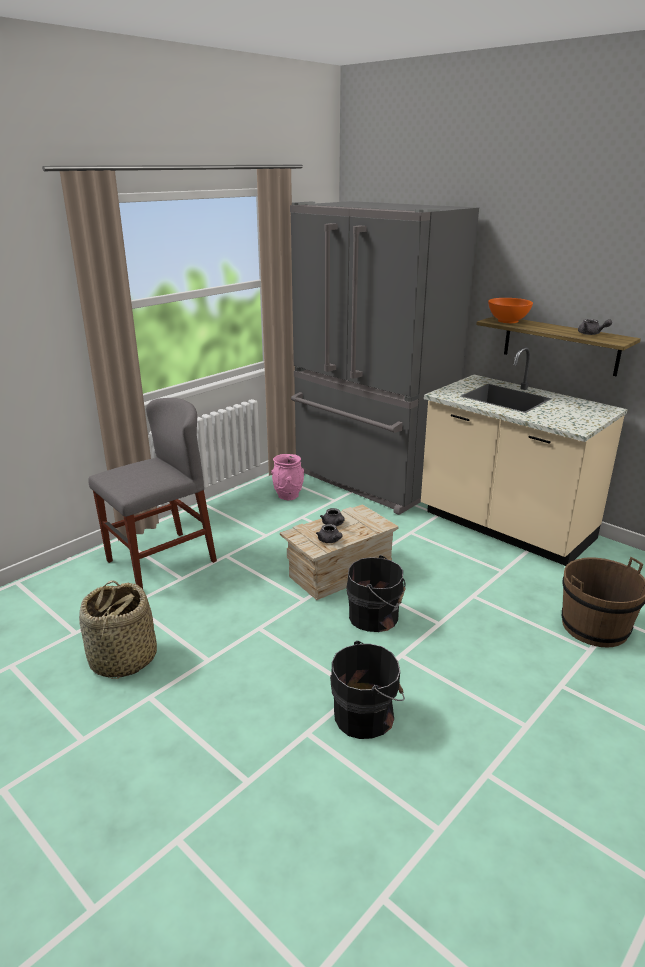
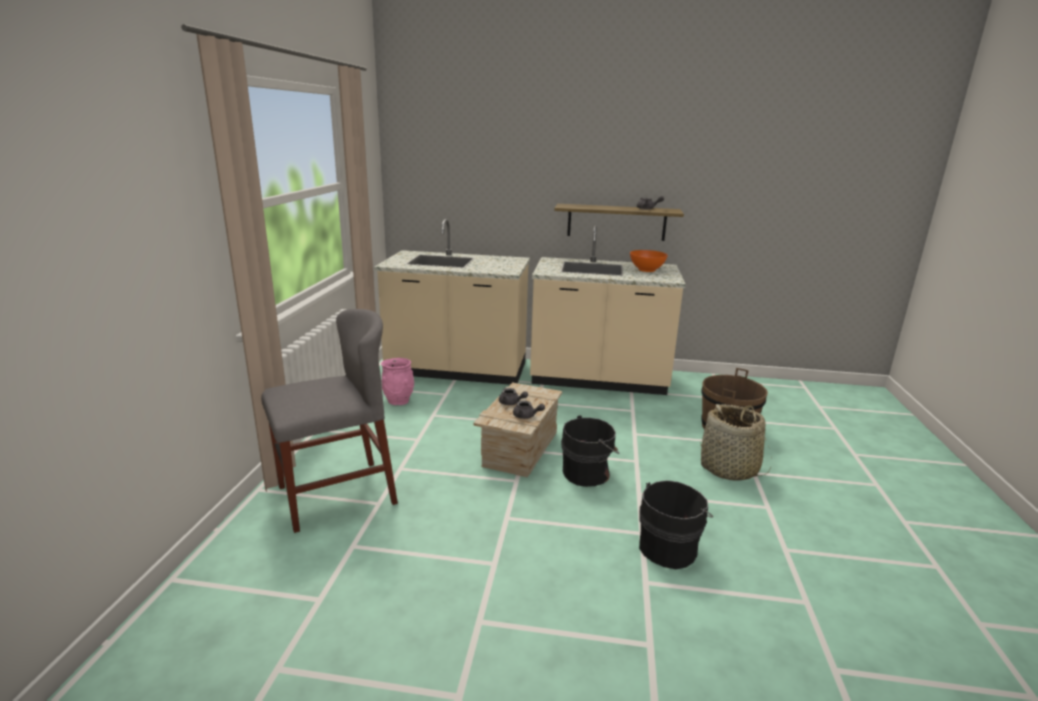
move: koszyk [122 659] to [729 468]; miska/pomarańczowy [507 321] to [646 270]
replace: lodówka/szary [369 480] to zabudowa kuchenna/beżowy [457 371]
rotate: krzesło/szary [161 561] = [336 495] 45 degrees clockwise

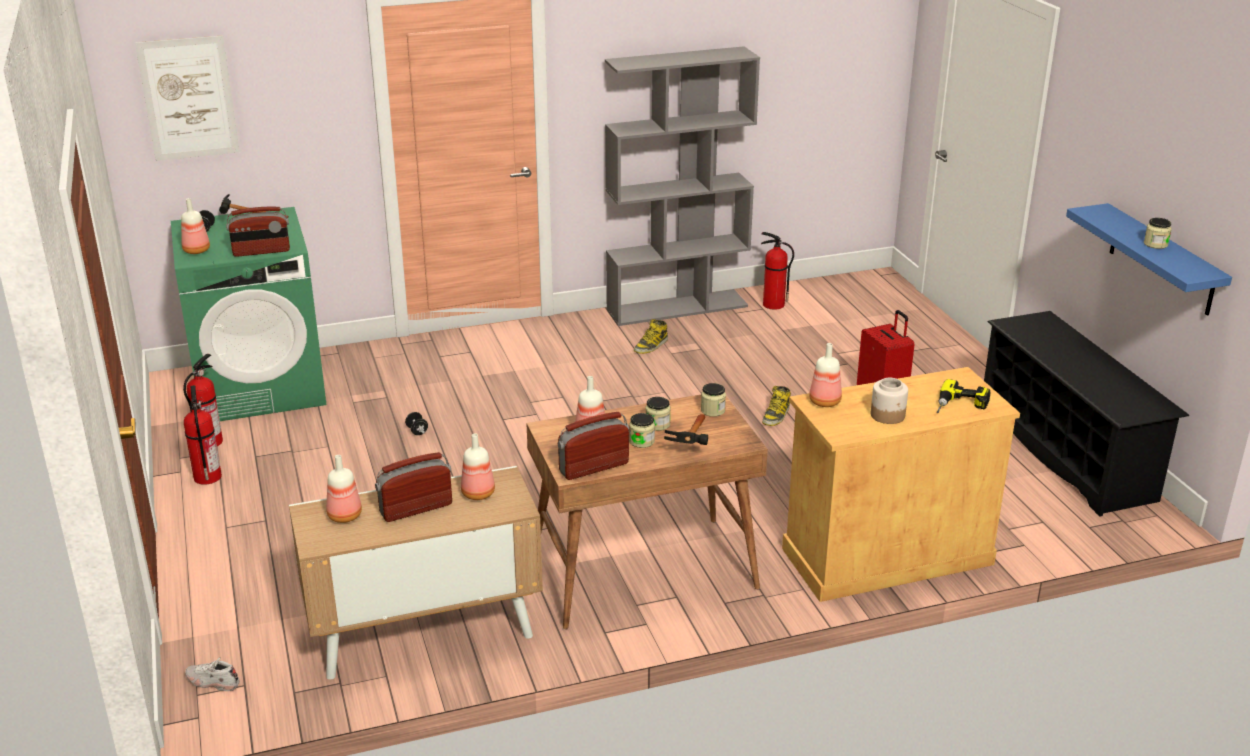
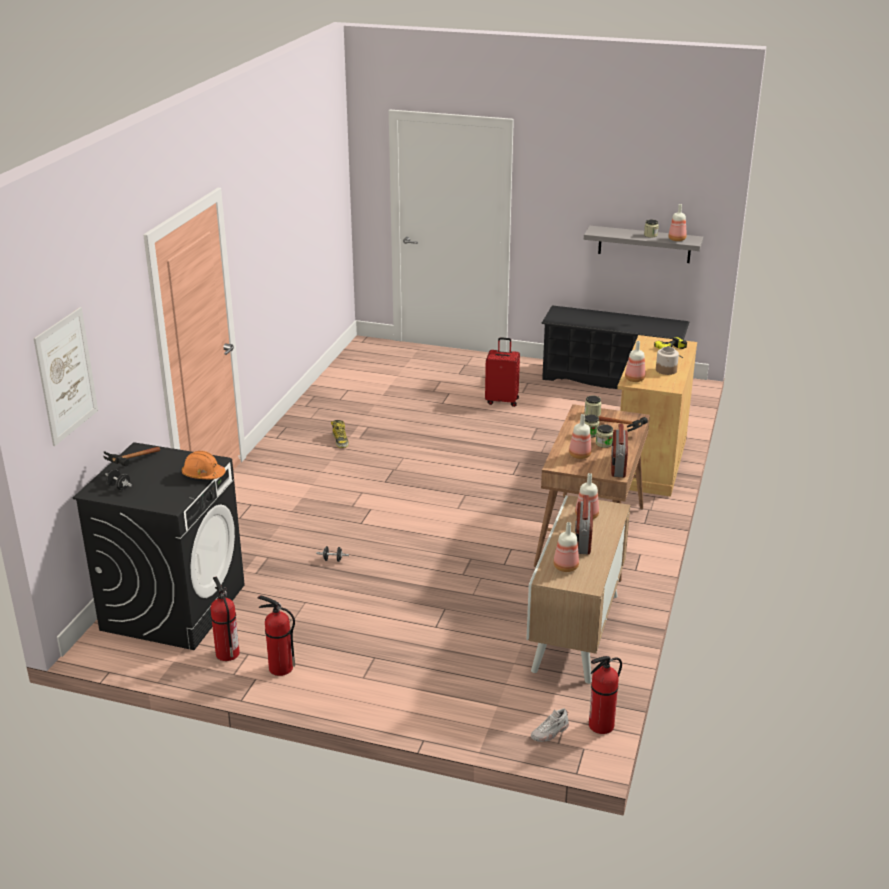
delete: regał/szary [677 307]; but z cholewką [776 415]
move: butelka [197 251] to [677 239]; gaśnica [772 305] to [601 726]
replace: radio [261 251] to kask/pomarańczowy [203 474]
recolor: pralka/zielony [261 387] to pralka/czarny [174 607]; półka/niebieski [1162 260] to półka/szary [644 244]

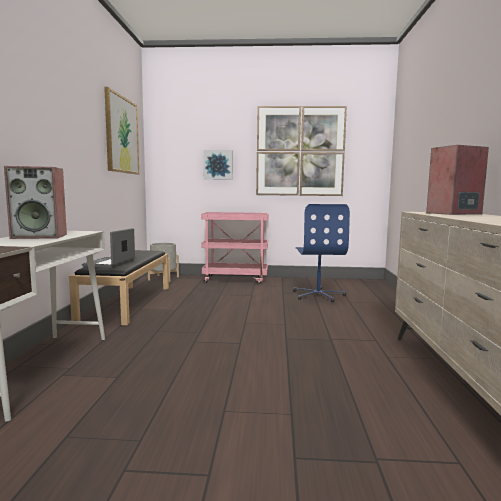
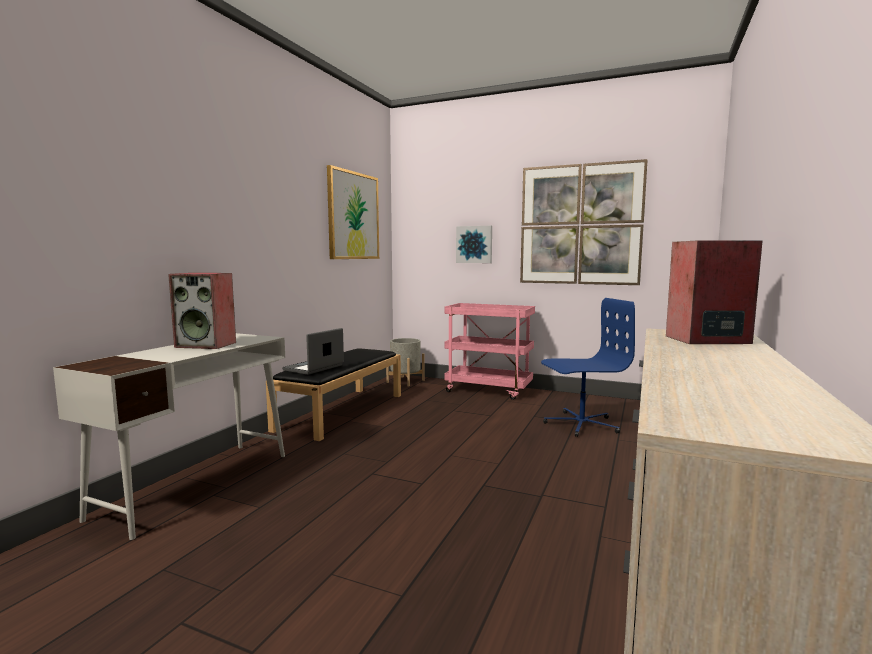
rotate: krzesło biurowe/niebieski [318 295] = [581 424] 120 degrees counterclockwise

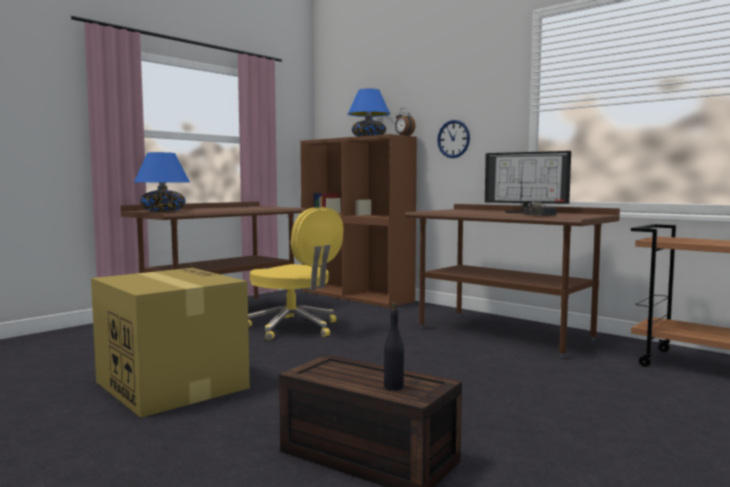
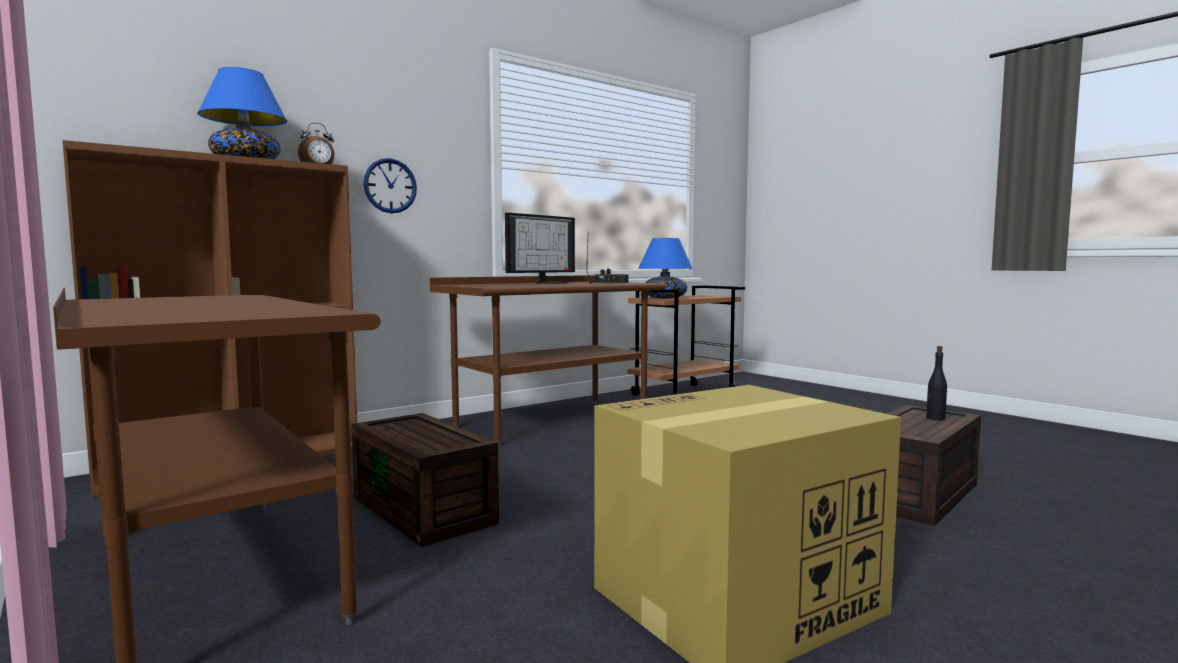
move: lampa stołowa/niebieski [163 211] to [665 298]
replace: krzesło biurowe/żółty [294 328] to pojemnik do przechowywania/brązowy [426 510]

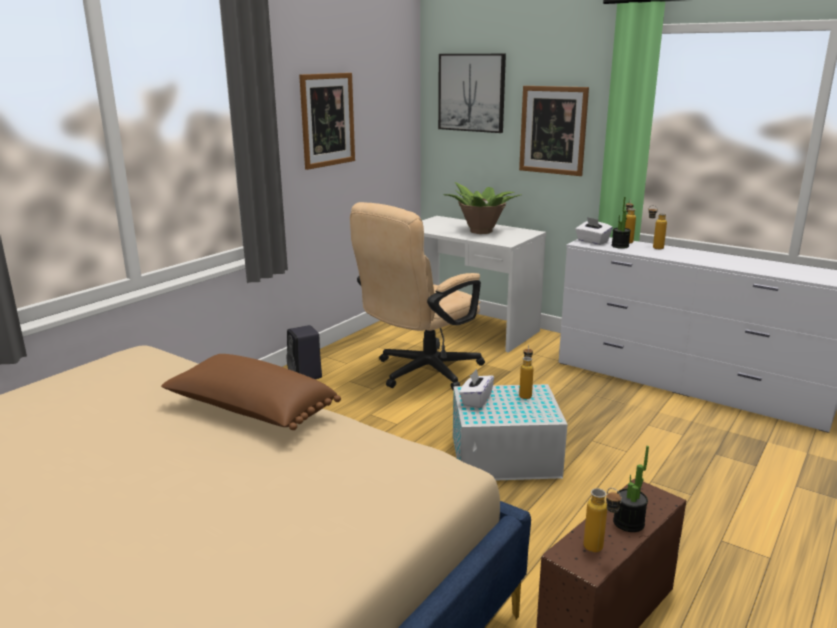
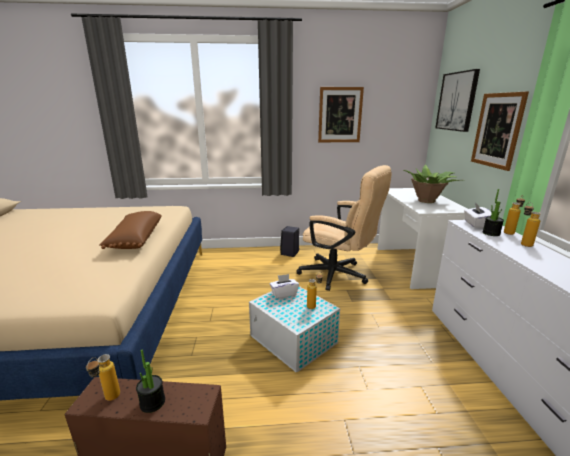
rotate: krzesło biurowe/beżowy [420 373] = [339 276] 150 degrees counterclockwise

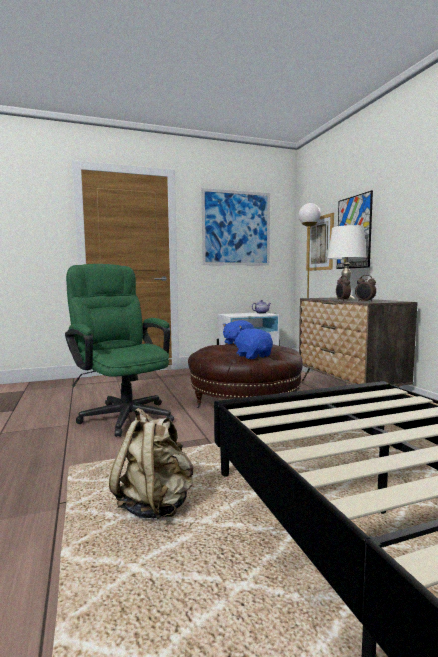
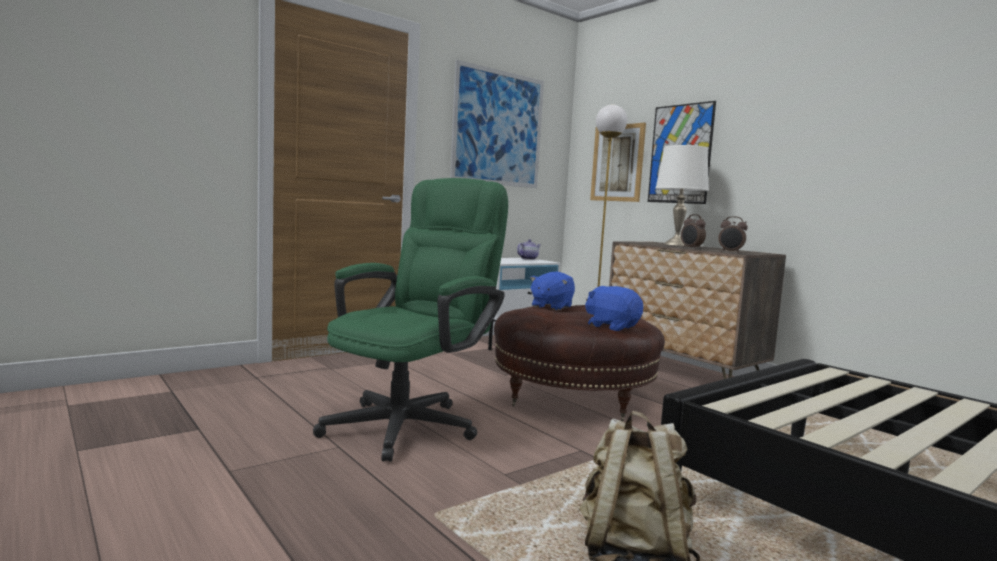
rotate: krzesło biurowe/zielony [123 414] = [411 423] 90 degrees clockwise

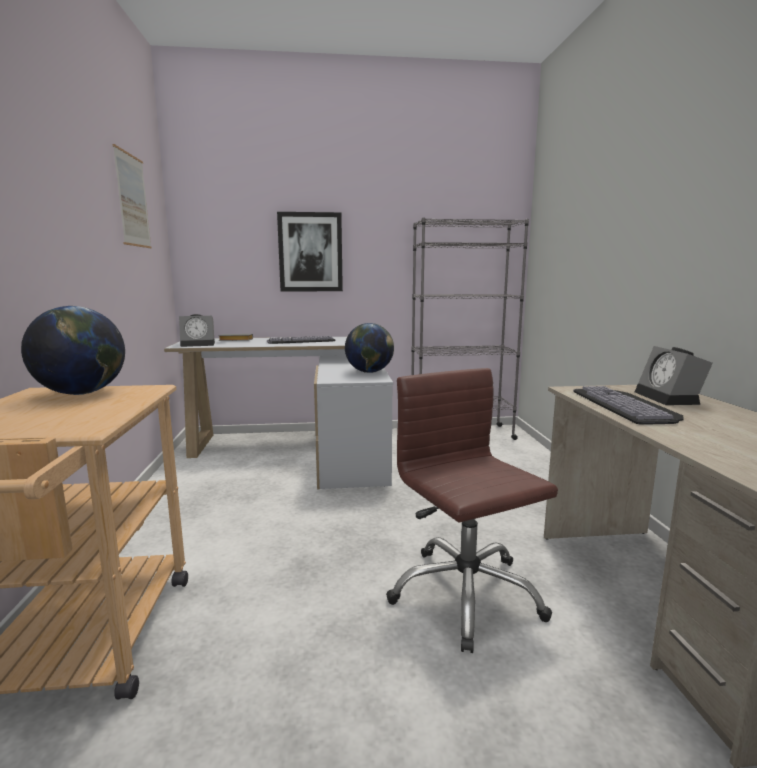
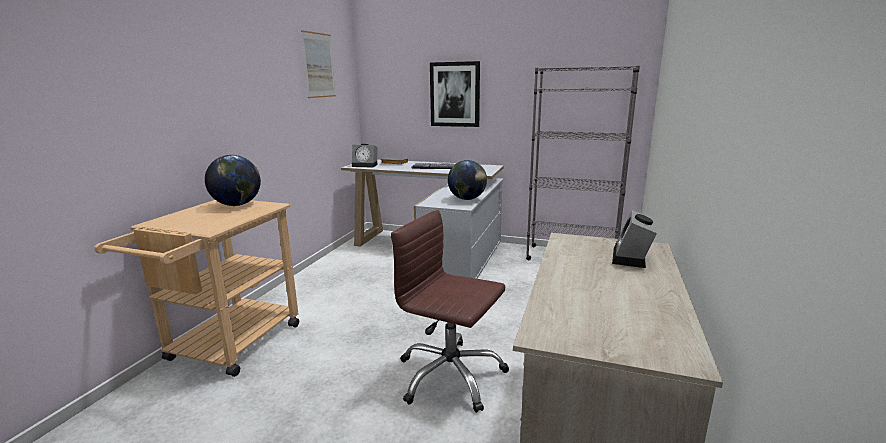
delete: klawiatura [628 406]
rotate: krzesło biurowe/brązowy [465 594] = [450 376] 60 degrees counterclockwise

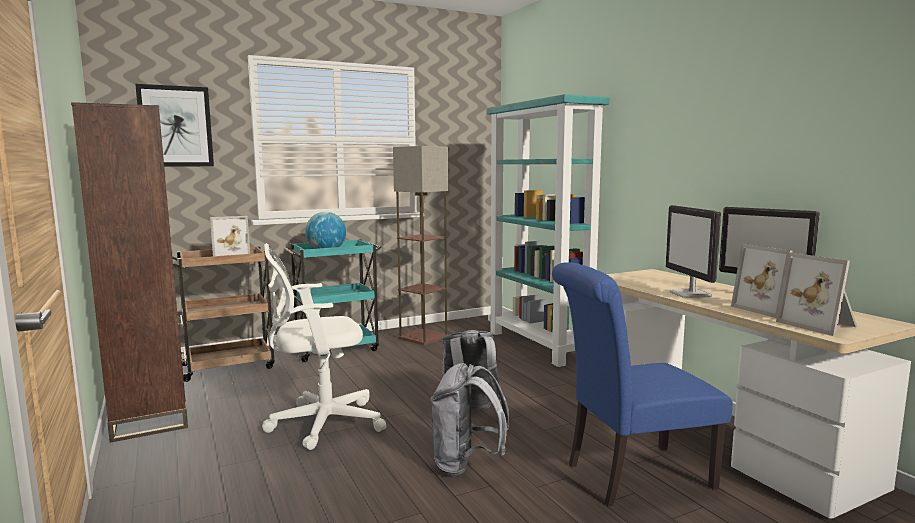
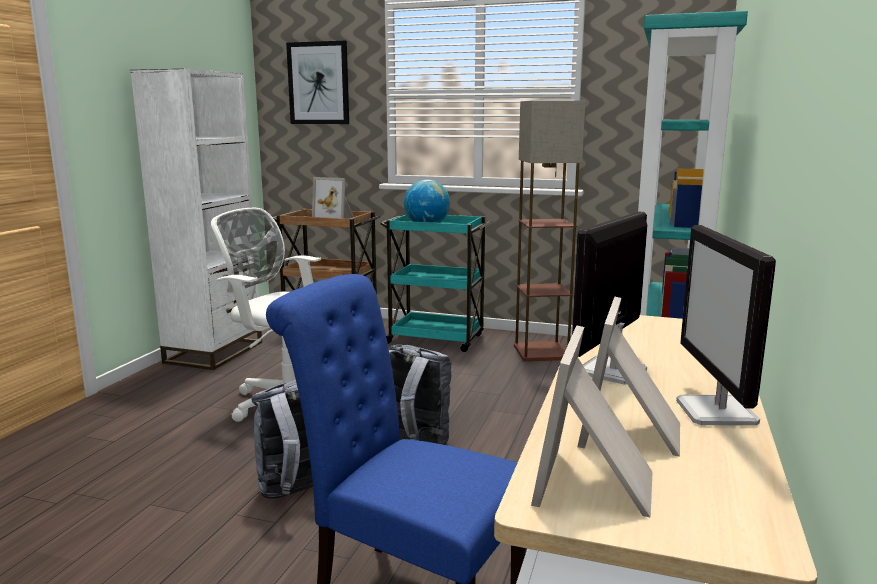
recolor: regał/brązowy [151 415] to regał/biały [214 352]

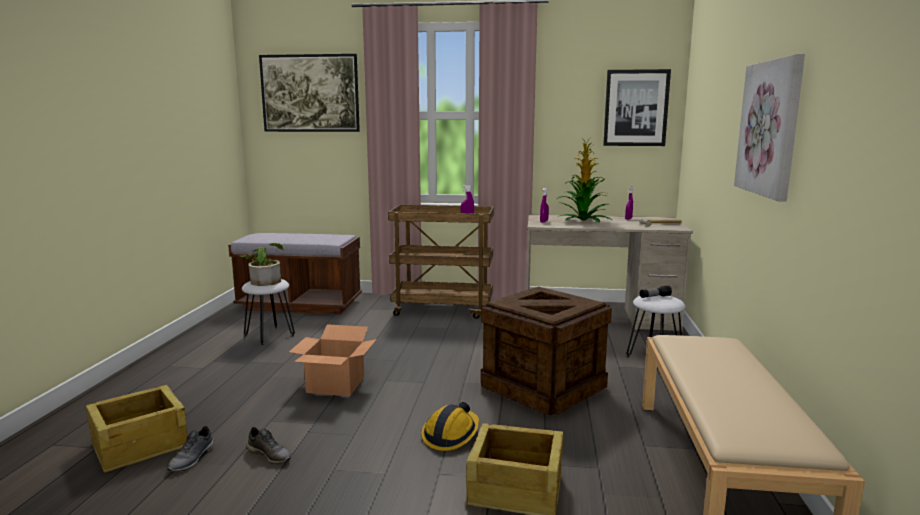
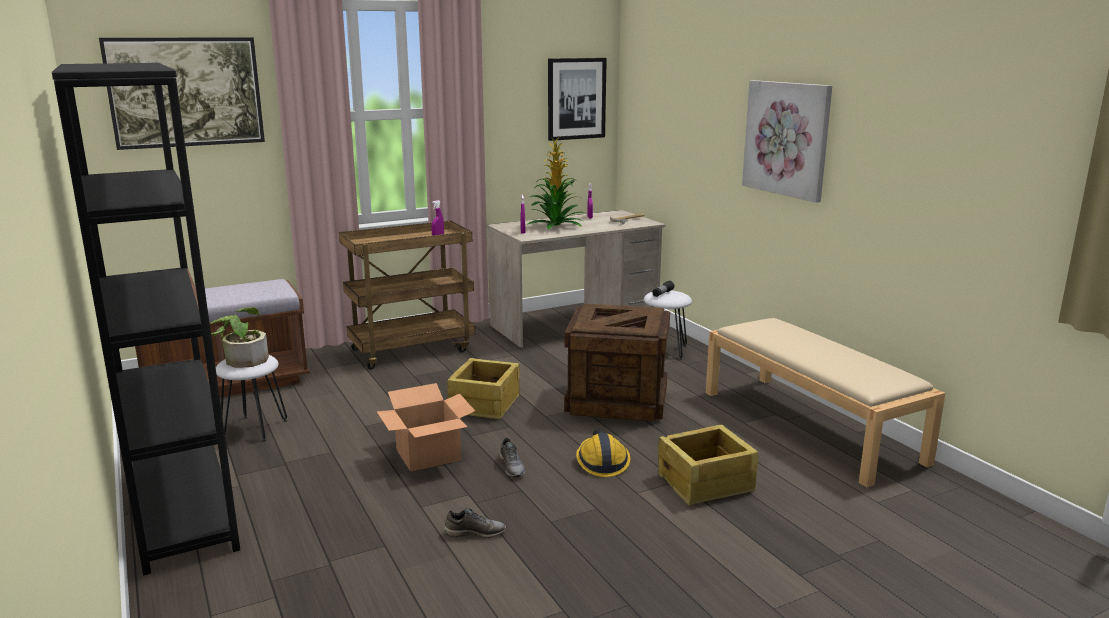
insert: regał/czarny [182 509]
move: skrzynka [139 445] to [483 404]; but/szary [193 459] to [512 467]

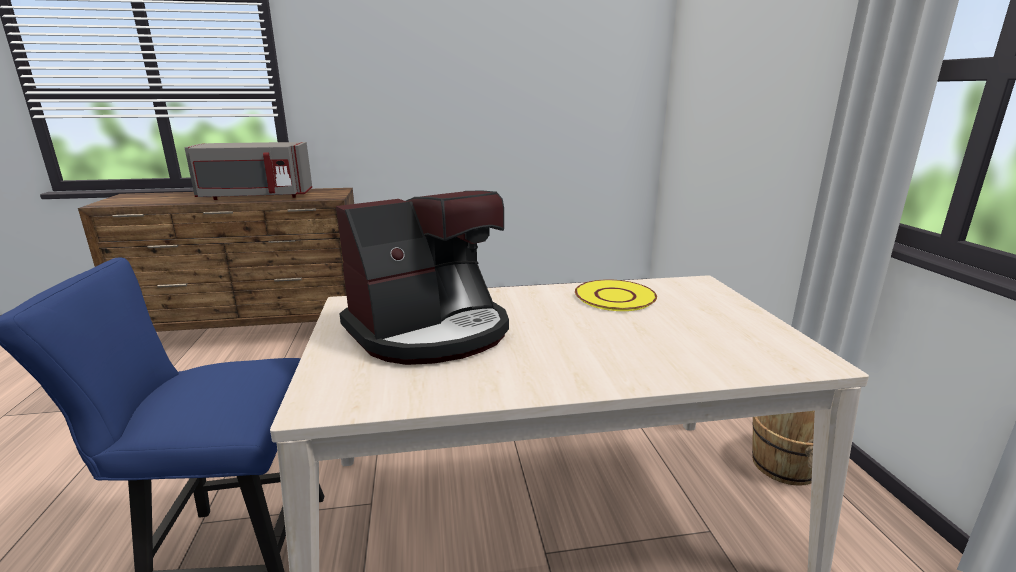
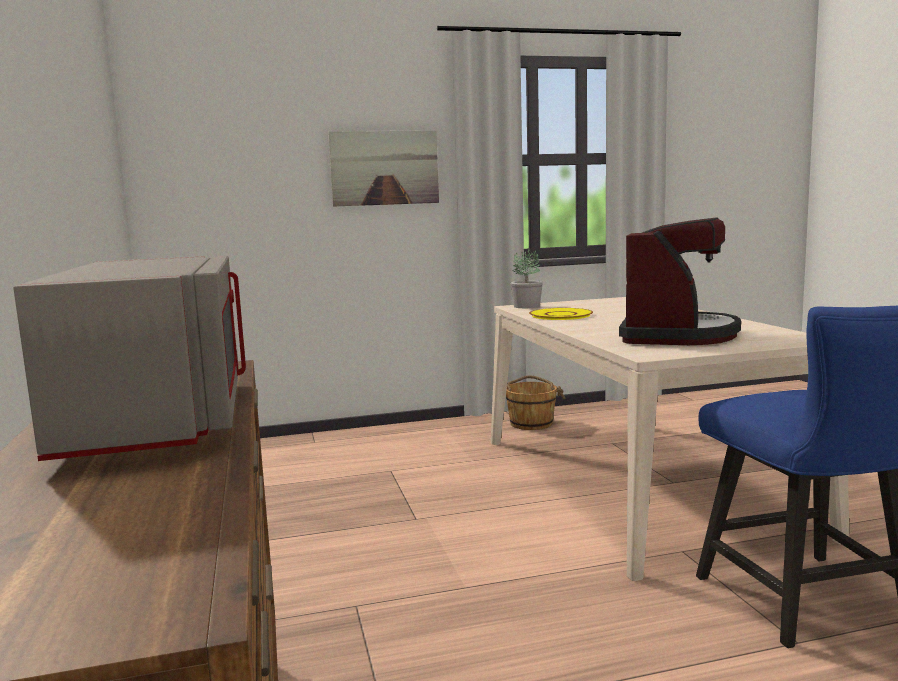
insert: obraz [384 168]; roślina doniczkowa [527 306]
rotate: ekspres do kawy [430 331] = [676 335] 60 degrees clockwise

